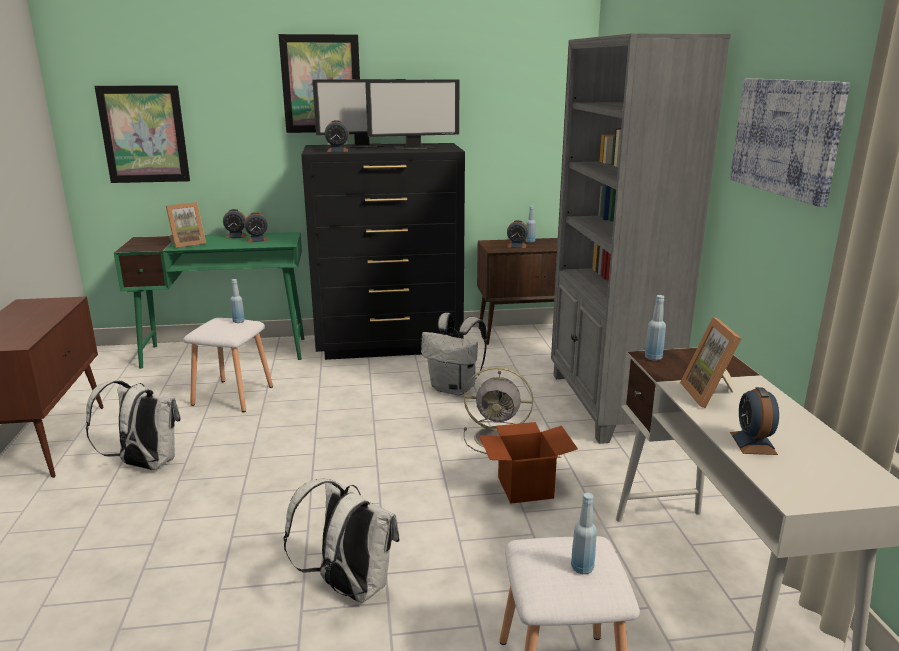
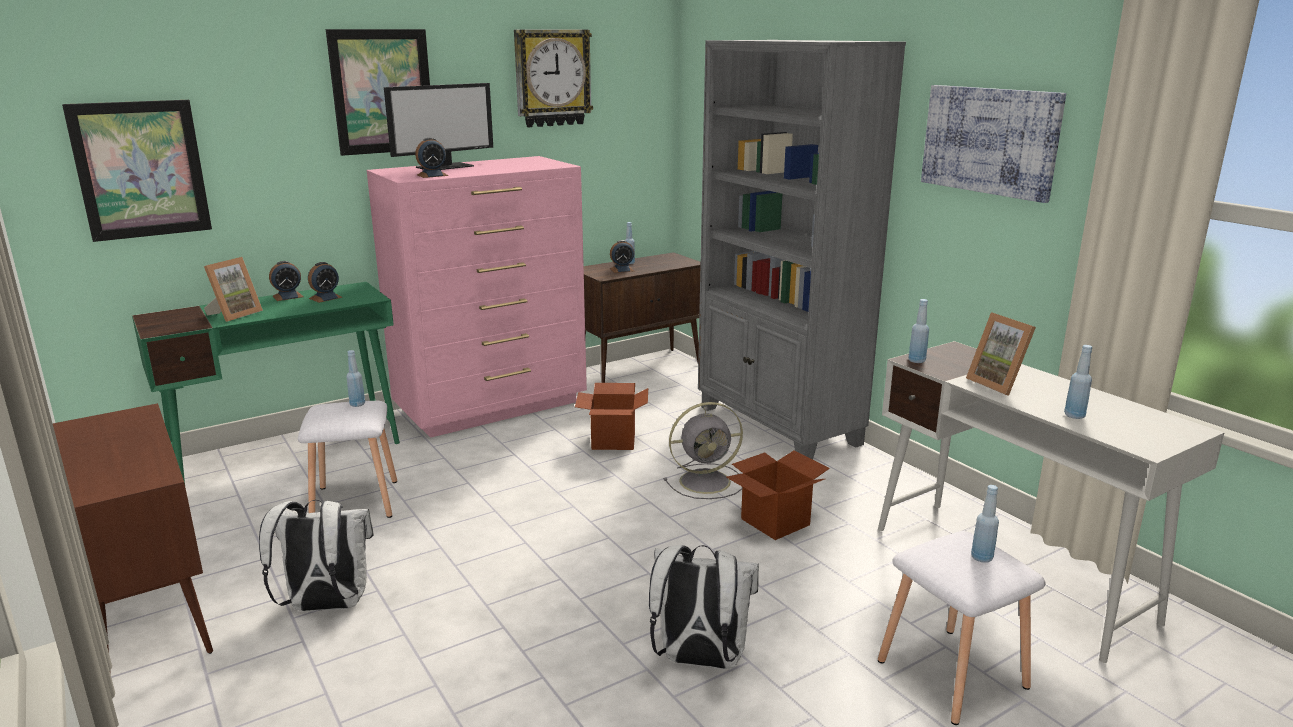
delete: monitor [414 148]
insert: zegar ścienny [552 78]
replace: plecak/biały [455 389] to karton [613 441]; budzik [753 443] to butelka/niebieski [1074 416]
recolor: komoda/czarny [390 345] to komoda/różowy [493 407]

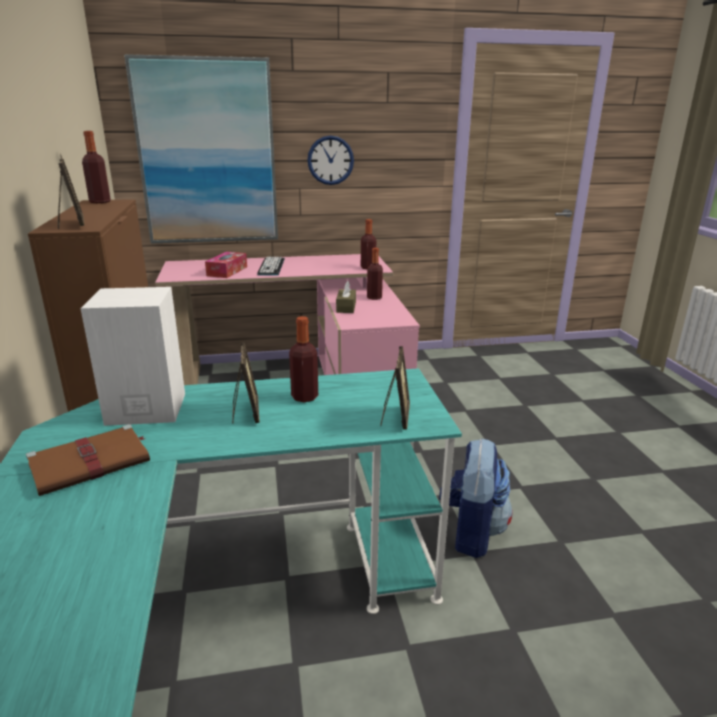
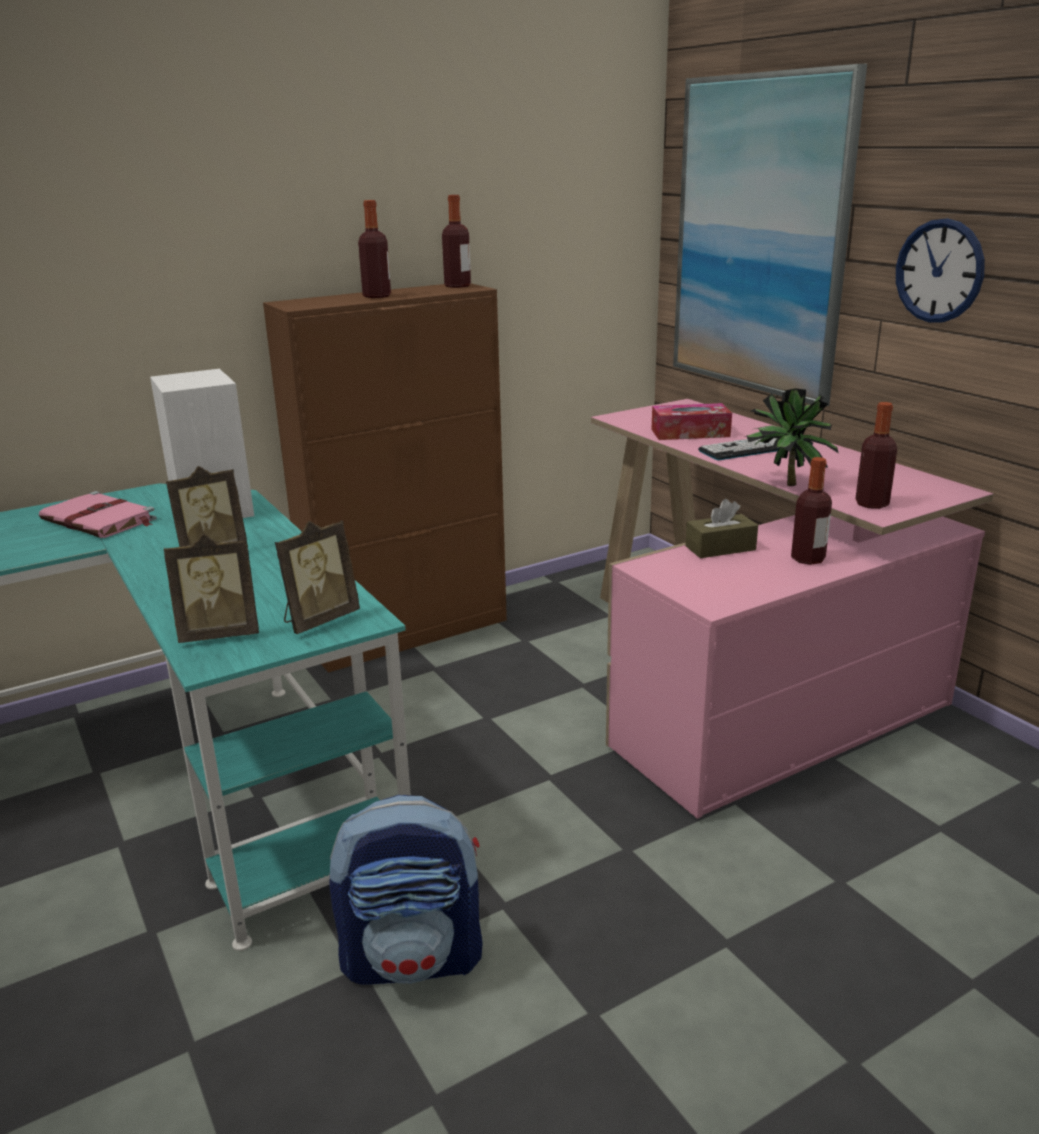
insert: roślina doniczkowa [784 485]
move: ramka na zdjęcie [71 225] to [319 620]; butelka [304 397] to [377 296]
recolor: książka/brązowy [92 462] to książka/różowy [100 520]

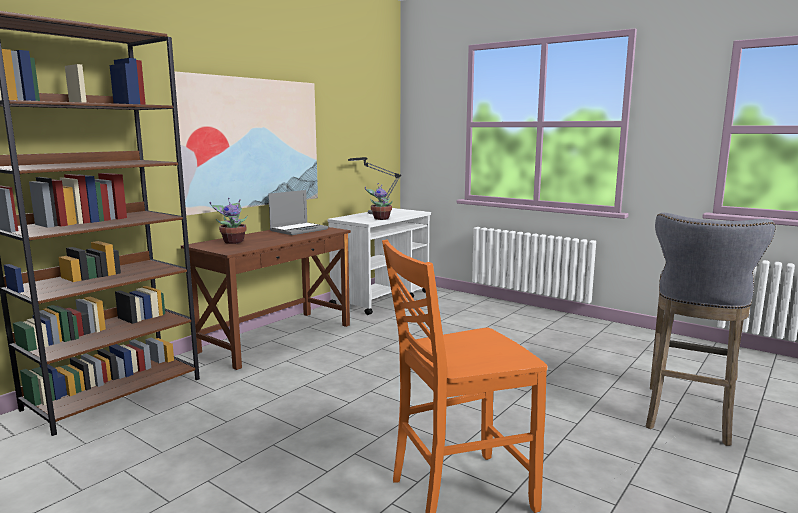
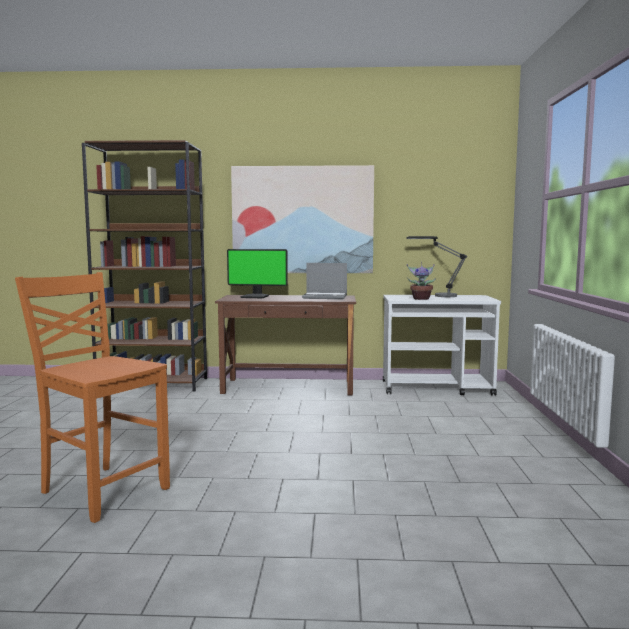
delete: stołek/szary [688 417]
replace: roślina doniczkowa [233 241] to monitor [255 296]

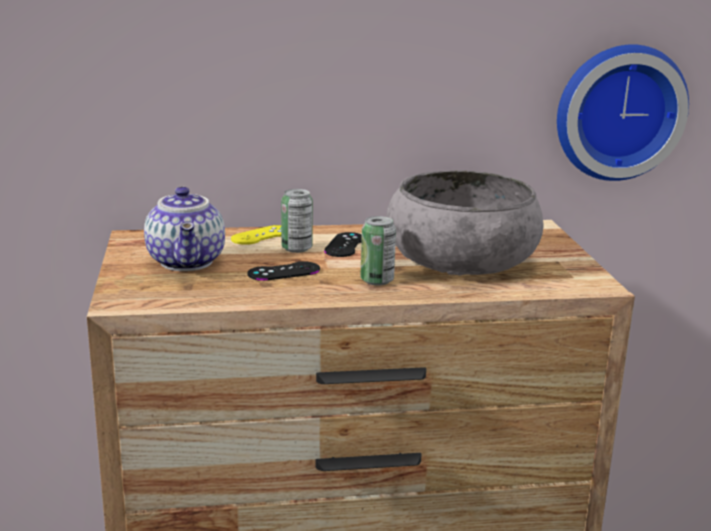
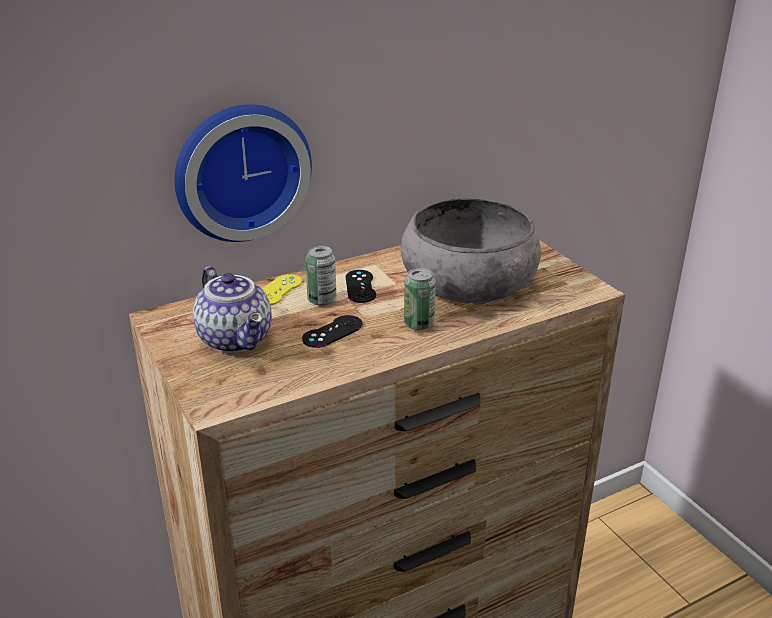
move: zegar ścienny [617 111] to [240 170]

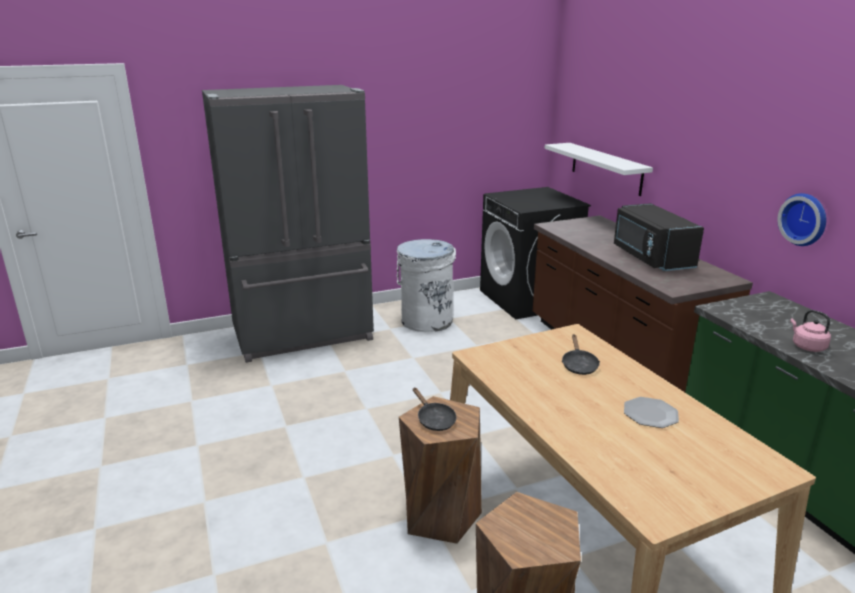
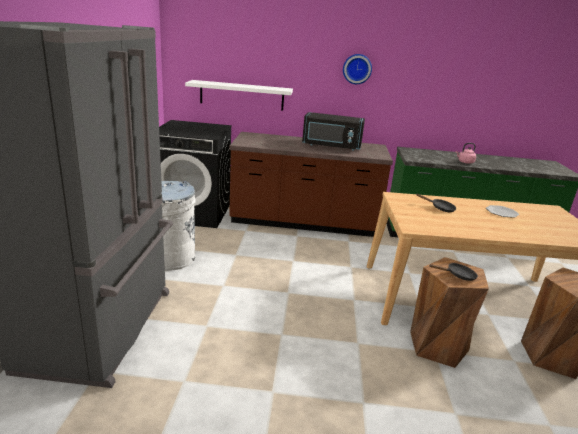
move: zegar ścienny [805 219] to [357 69]

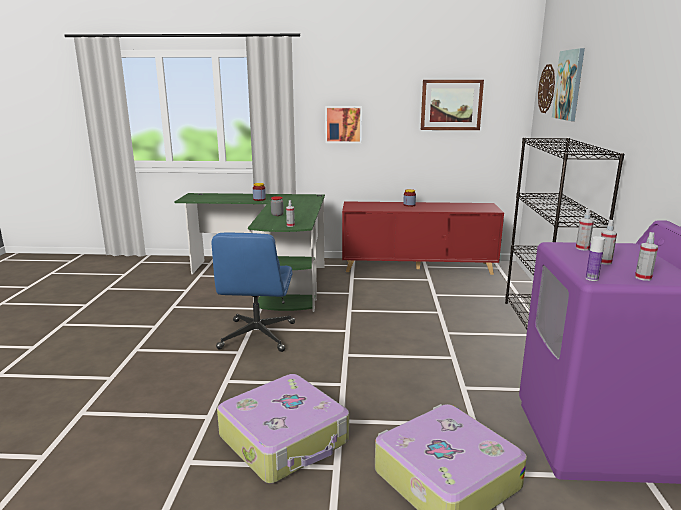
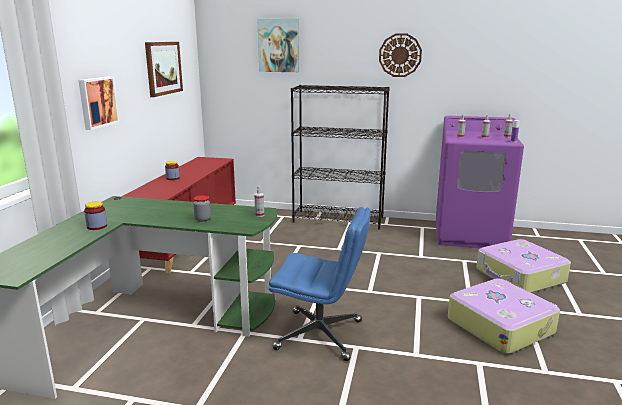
move: zegar ścienny [547 88] to [400 55]

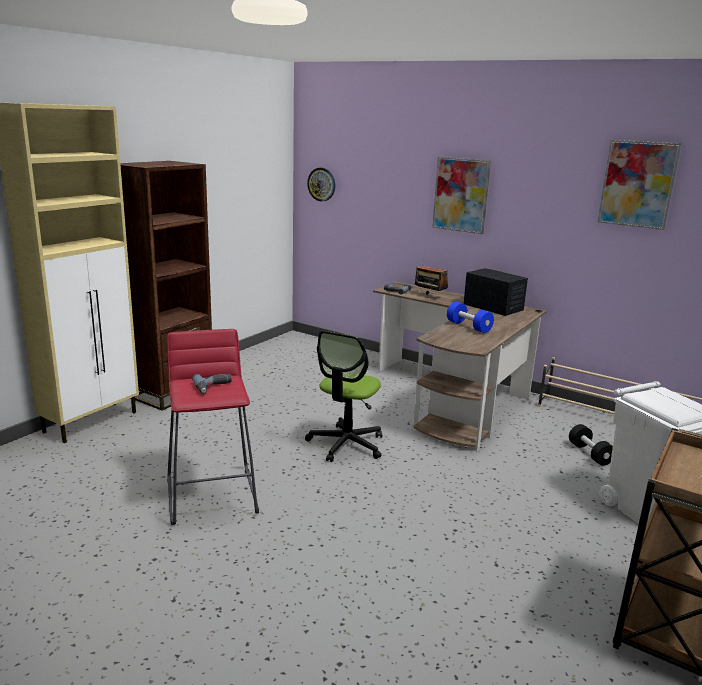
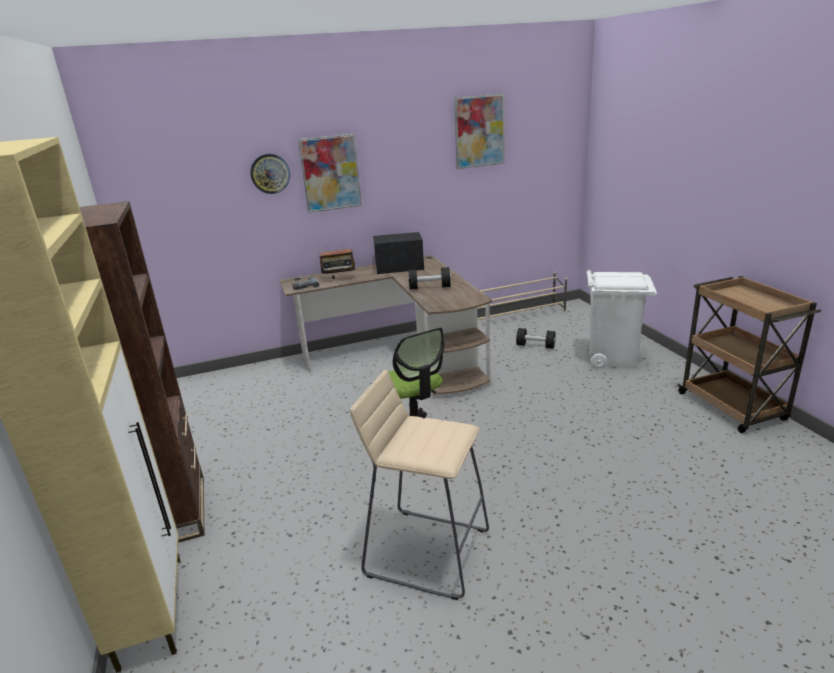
delete: wiertarka [214 387]
move: zegar ścienny [322 184] to [270 173]
recolor: stołek/czerwony [213 495] to stołek/beżowy [427 551]; hantel/niebieski [469 327] to hantel/czarny [430 287]

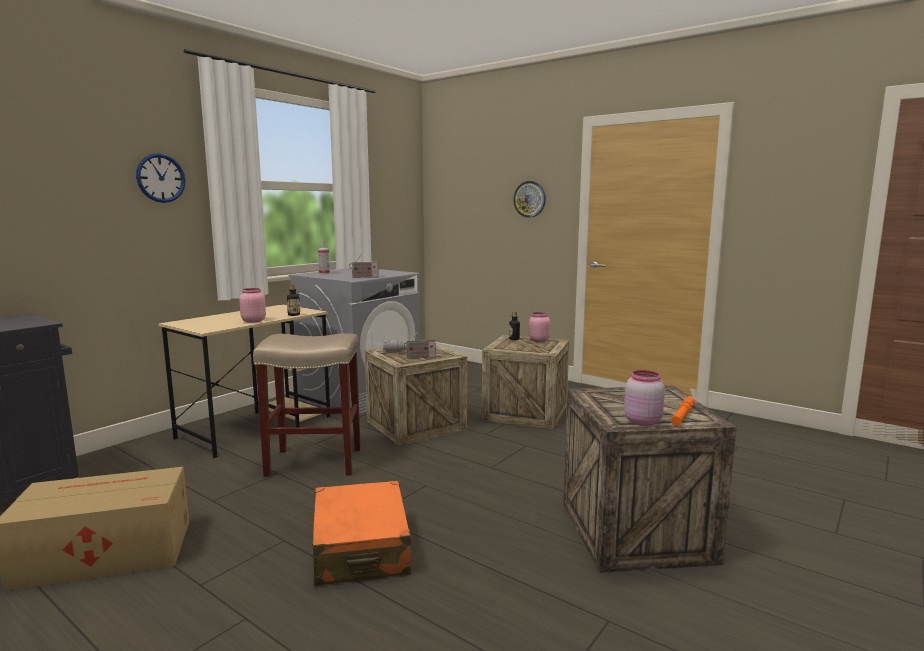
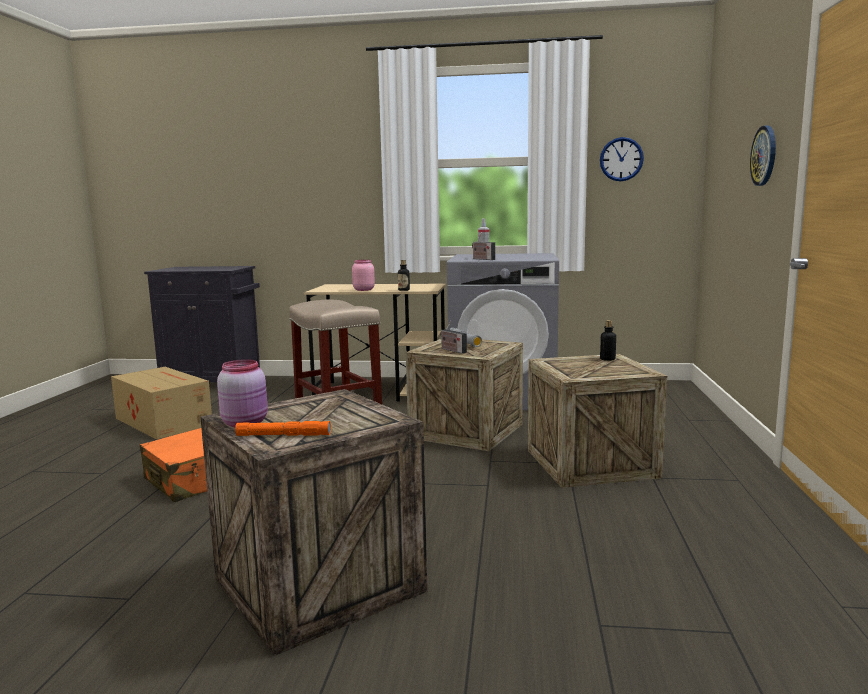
delete: słoik/różowy [538 340]
move: zegar ścienny [161 178] to [621 159]

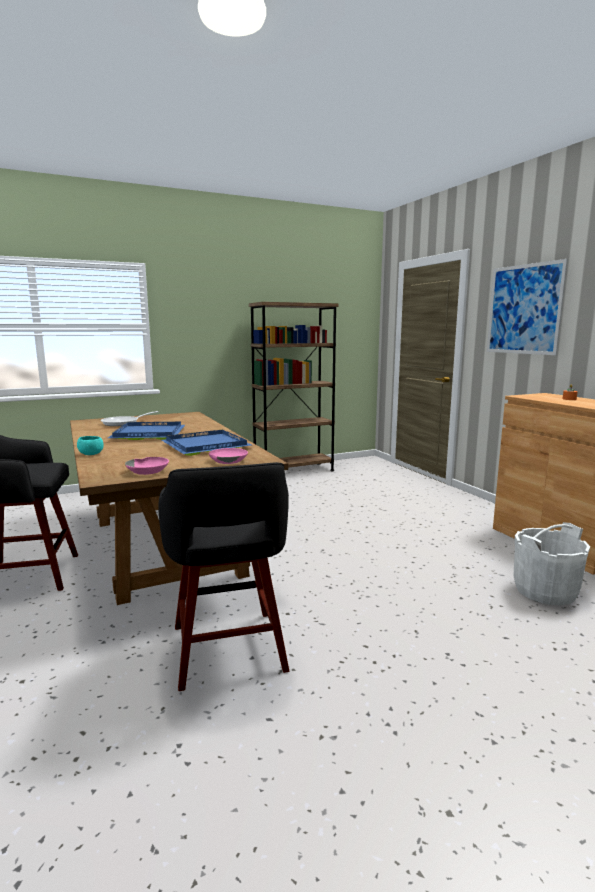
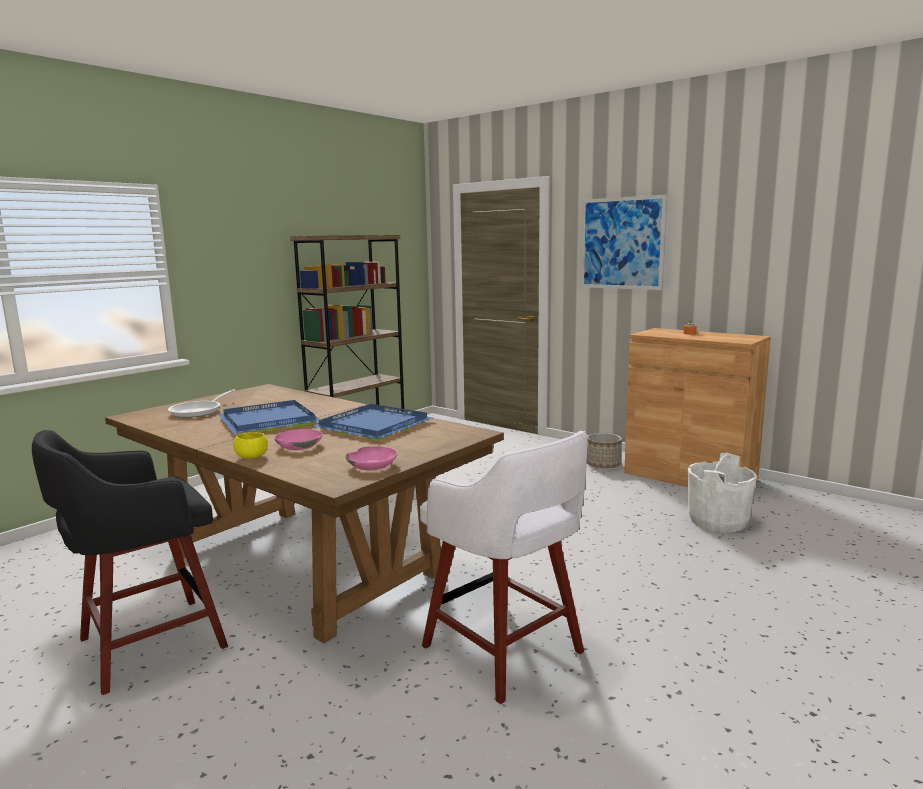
insert: donica [603 465]
move: miska/różowy [228 461] to [299 446]
recolor: miska/turkusowy [91 454] to miska/żółty [252 457]; stołek/czarny [228 651] to stołek/biały [505 651]

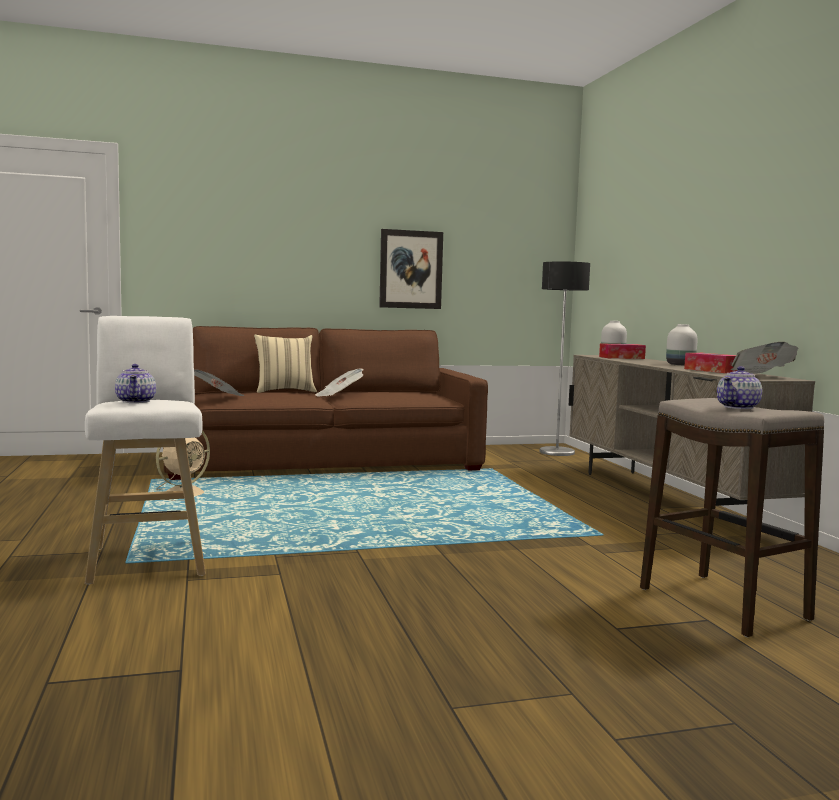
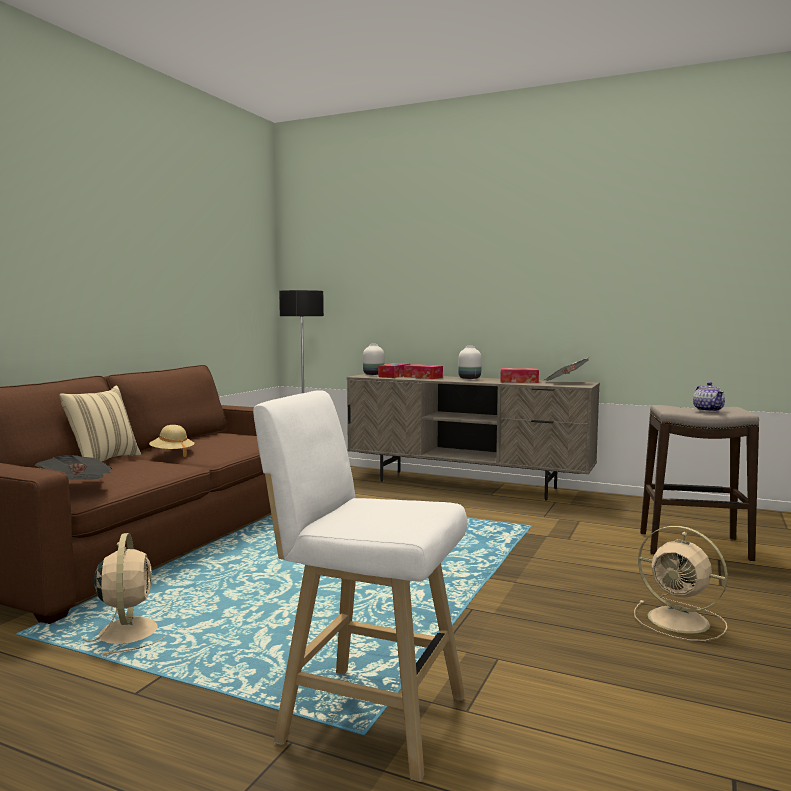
delete: imbryk [136 401]; obraz [411 269]
insert: pudełko chusteczek [423 377]; wentylator/beżowy [681 621]
replace: gazeta [339 395] to kapelusz/beżowy [172 454]

